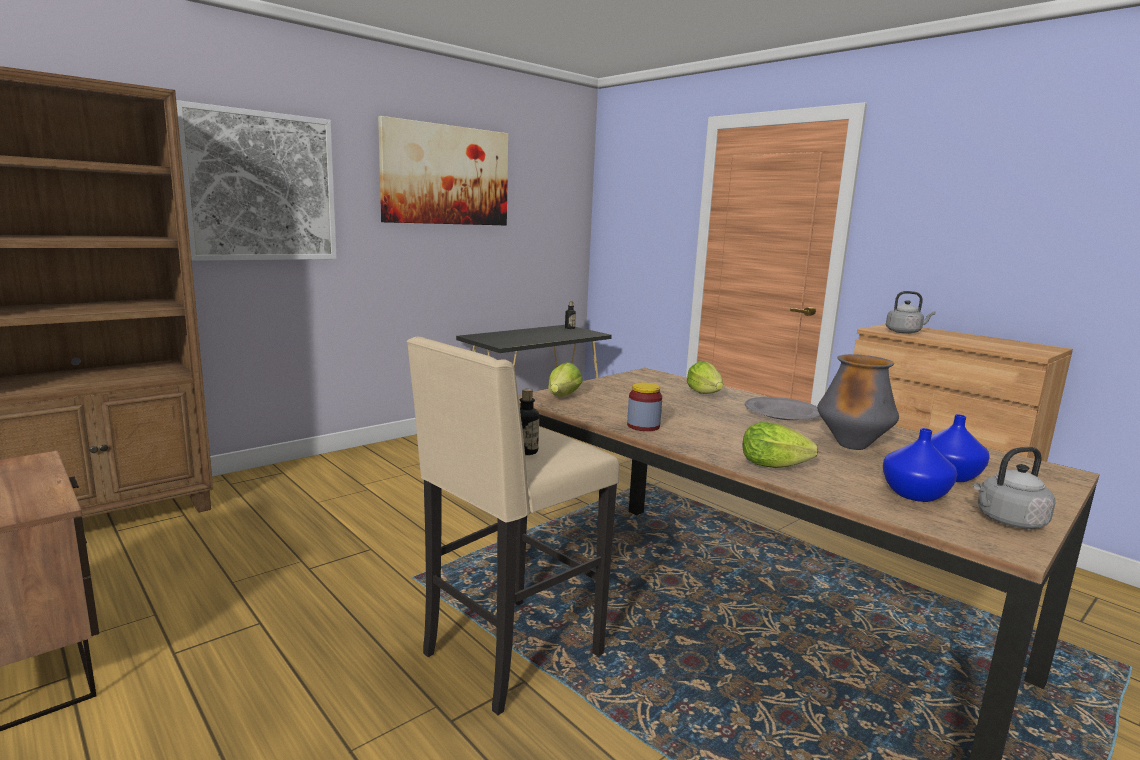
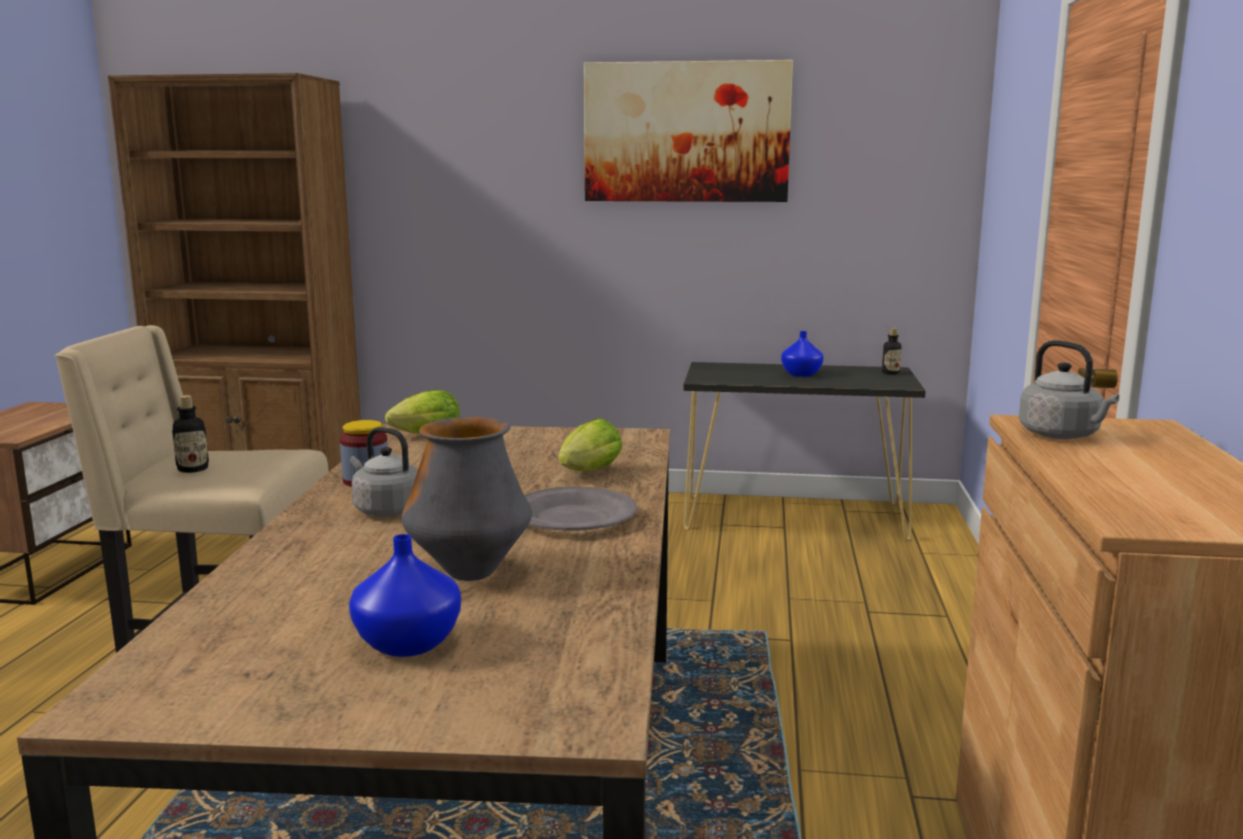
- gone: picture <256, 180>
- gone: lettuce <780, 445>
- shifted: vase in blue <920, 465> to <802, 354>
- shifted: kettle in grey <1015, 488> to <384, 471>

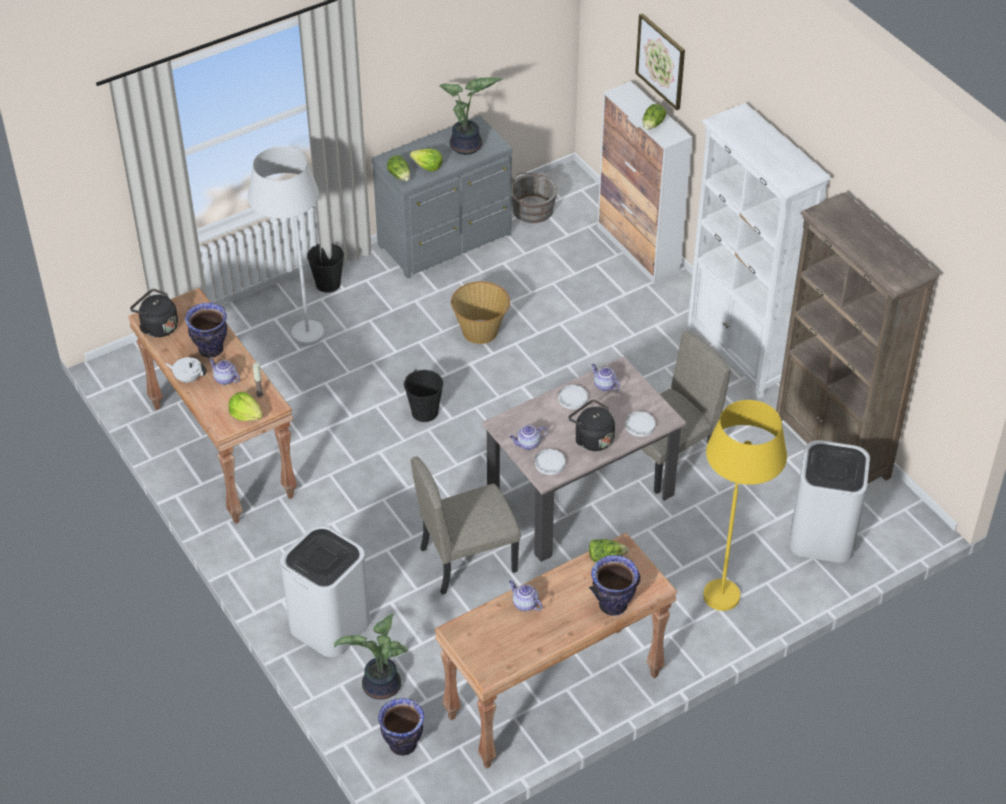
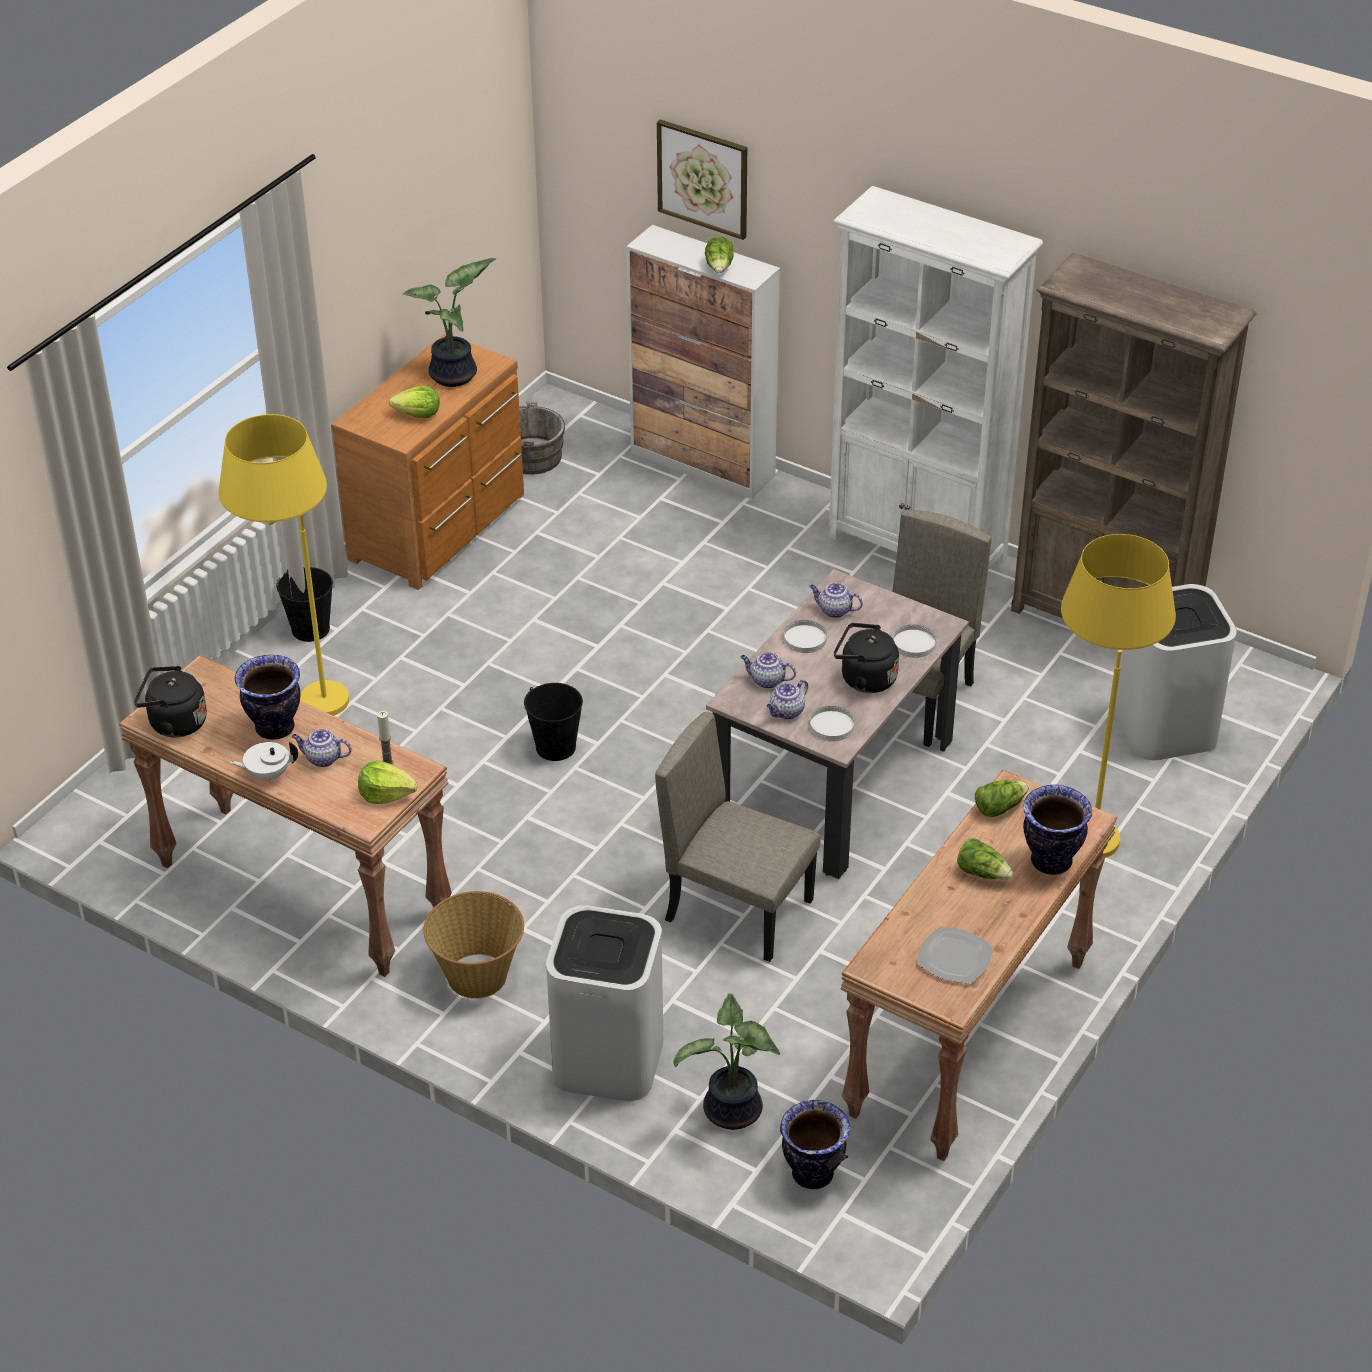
- new: plate <955, 955>
- shifted: lettuce <398, 168> to <985, 859>
- shifted: basket <480, 312> to <473, 945>
- shifted: teapot <525, 595> to <768, 670>
- repainted: floor lamp in white <286, 245> to floor lamp in yellow <284, 565>
- repainted: dresser in grey <442, 197> to dresser in brown <427, 461>
- rotated: chair in beige <466, 526> = <738, 837> 75 degrees clockwise

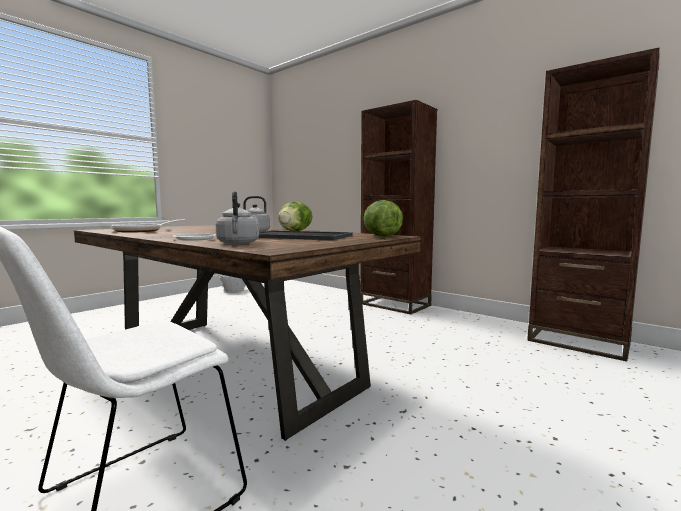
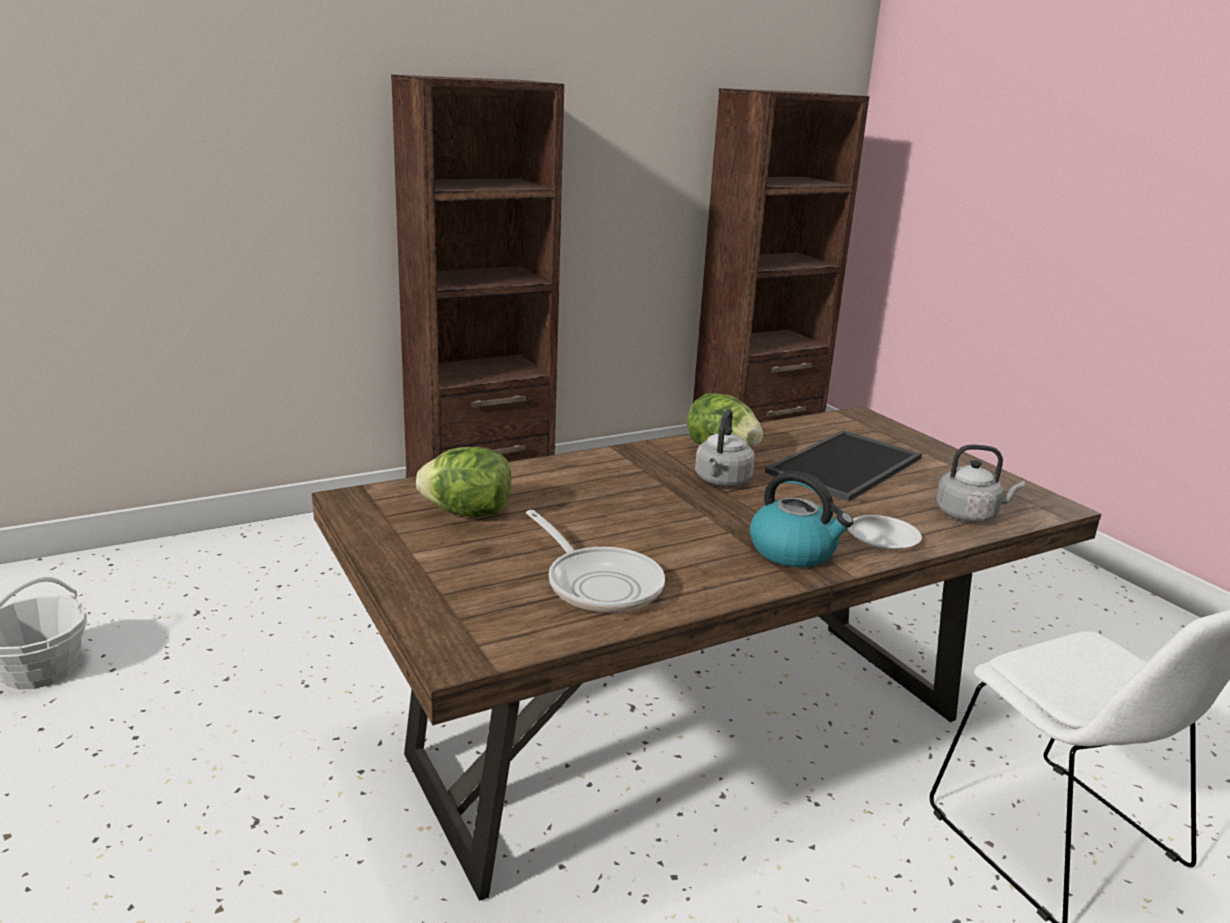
- new: kettle <801, 519>
- shifted: lettuce <383, 218> to <463, 482>

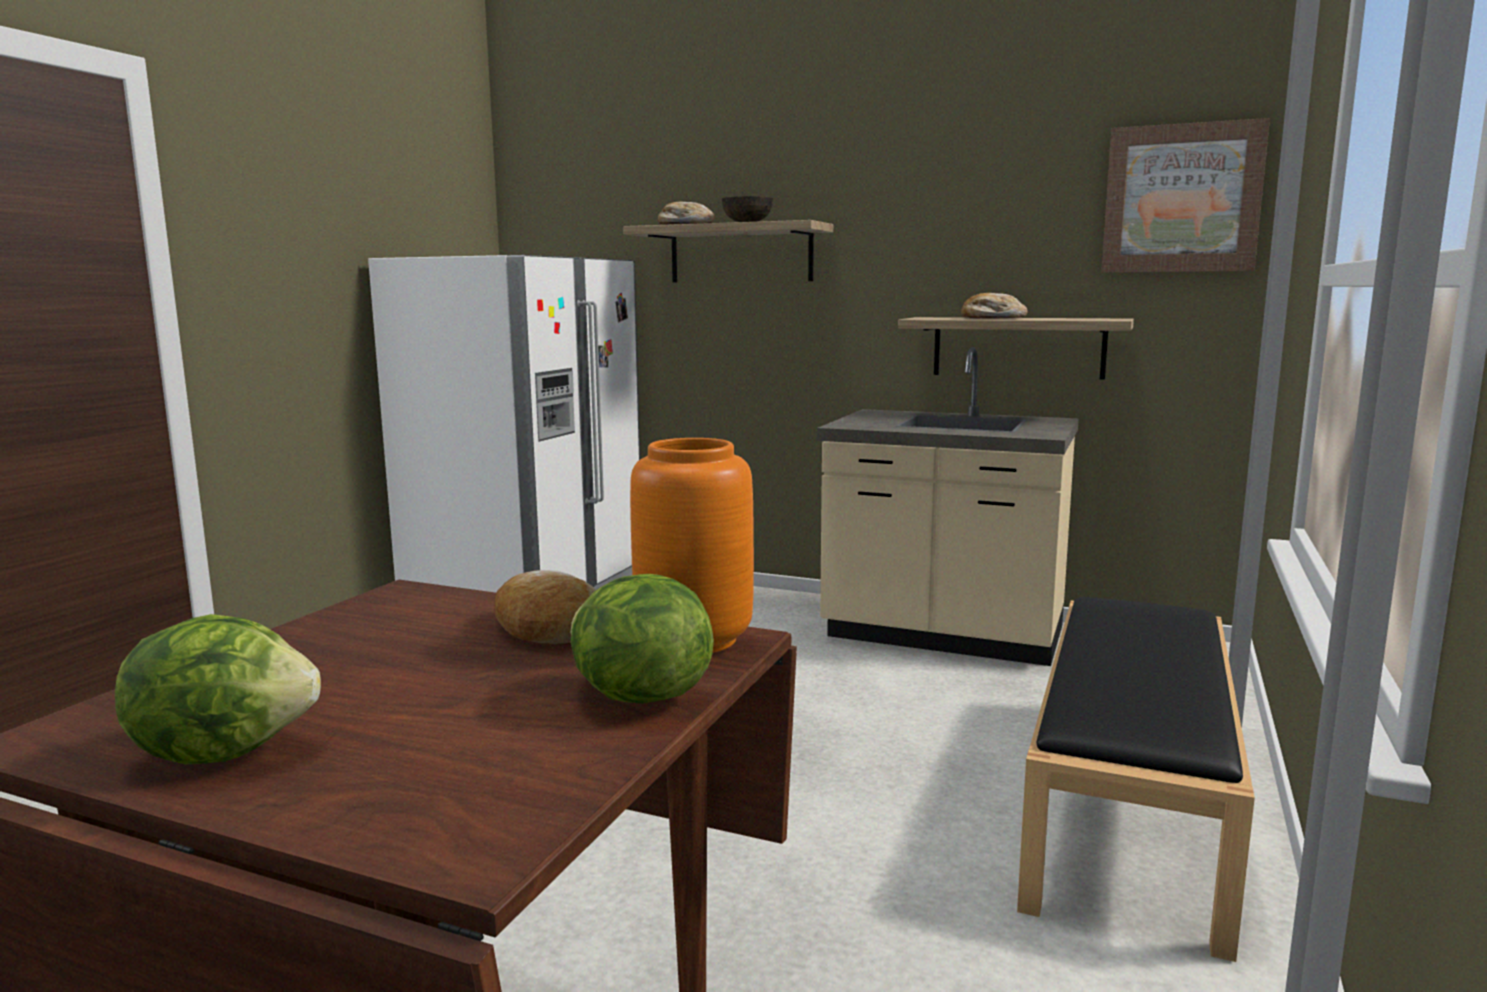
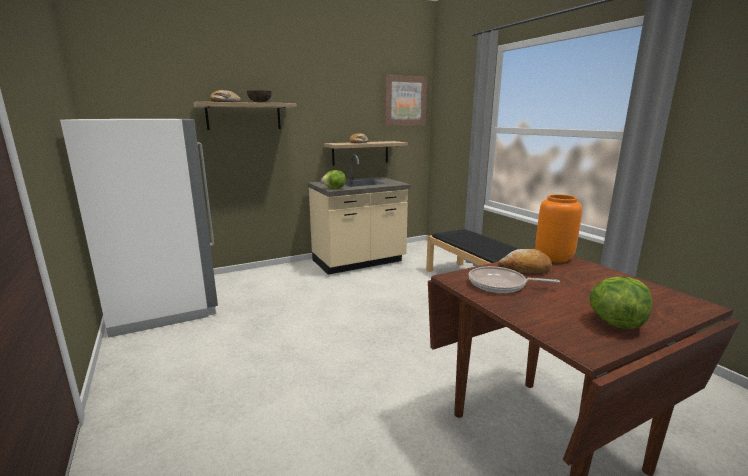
- new: frying pan <514, 279>
- shifted: lettuce <642, 639> to <333, 179>

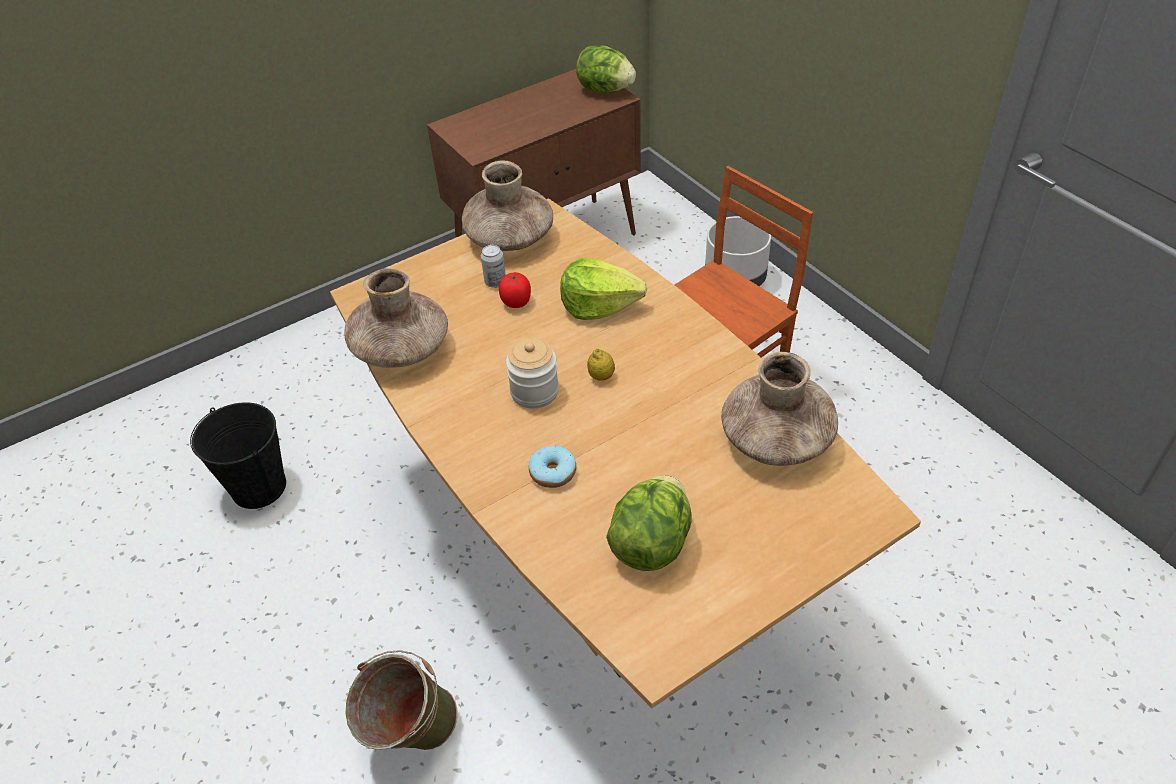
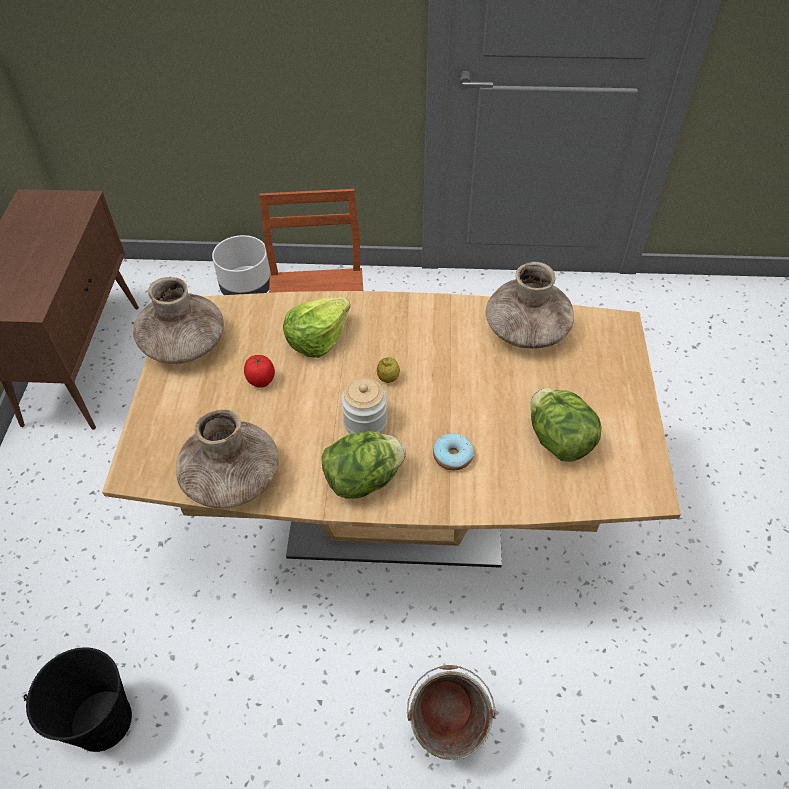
- gone: can <493, 266>
- shifted: lettuce <606, 69> to <363, 465>

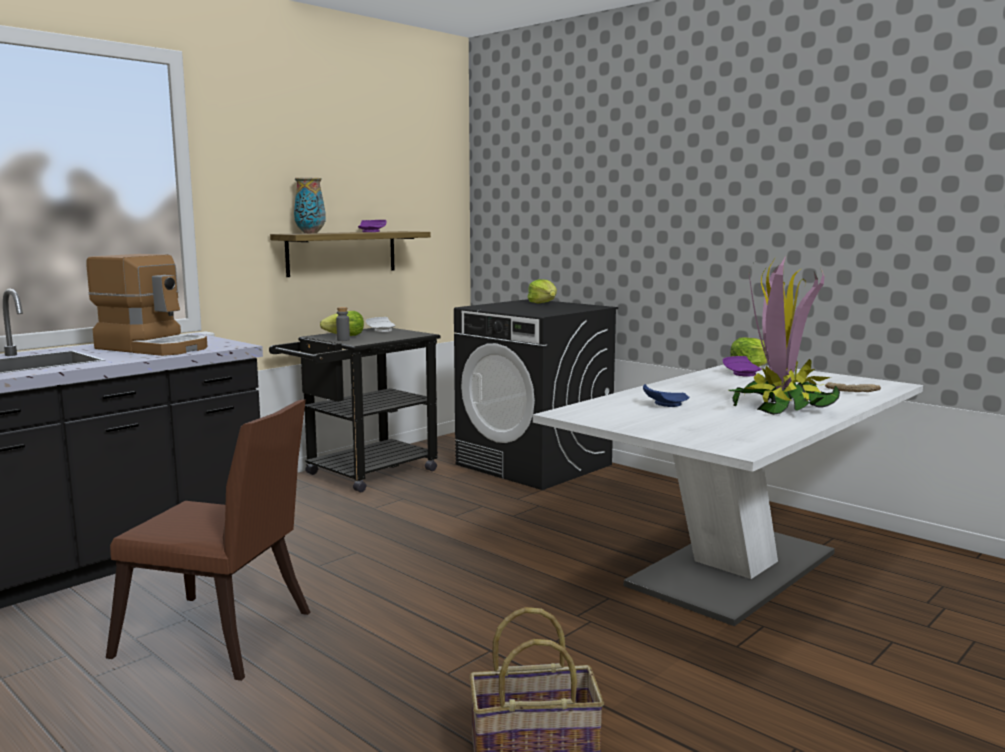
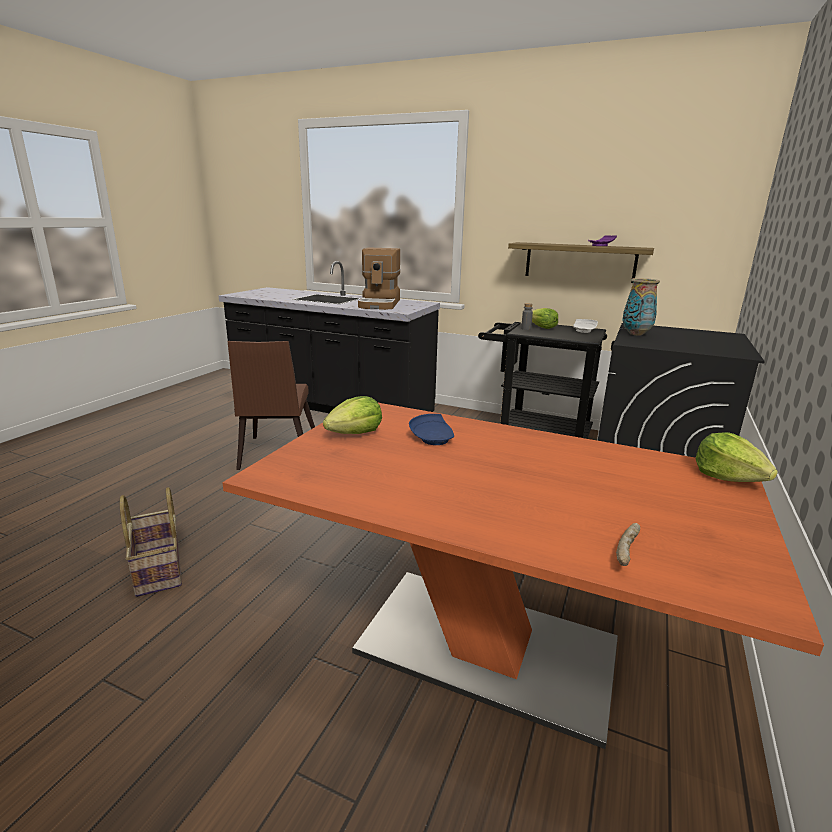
- gone: plate in purple <742, 366>
- gone: potted plant <784, 335>
- shifted: vase <310, 205> to <641, 307>
- shifted: lettuce <542, 291> to <352, 415>
- repainted: dining table in white <728, 495> to dining table in orange <523, 576>

